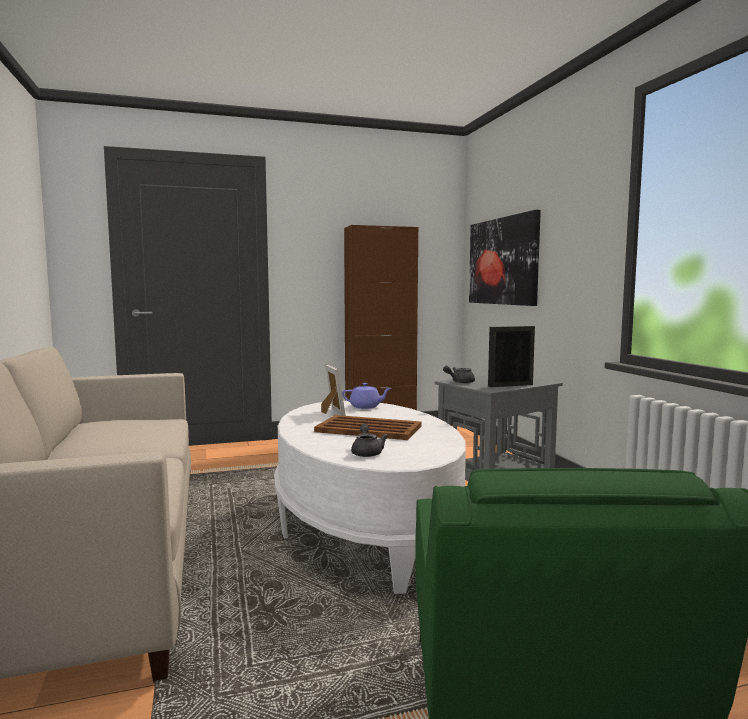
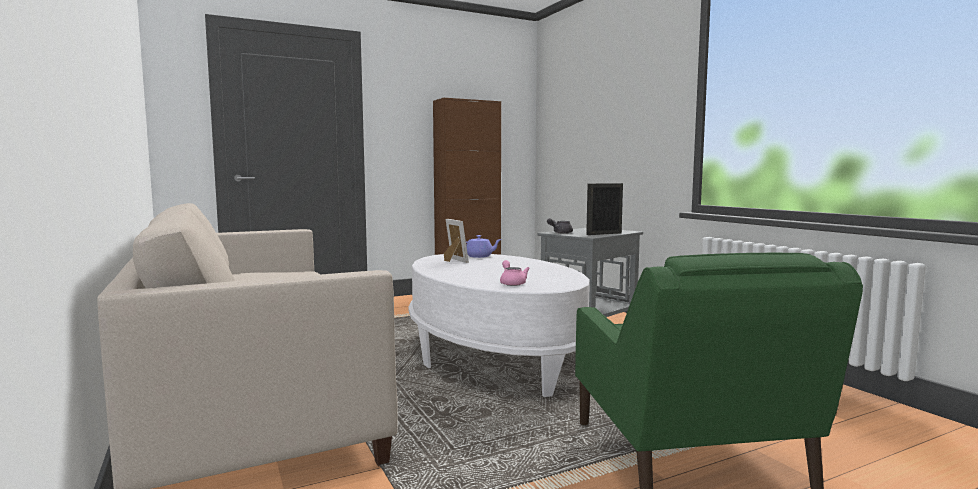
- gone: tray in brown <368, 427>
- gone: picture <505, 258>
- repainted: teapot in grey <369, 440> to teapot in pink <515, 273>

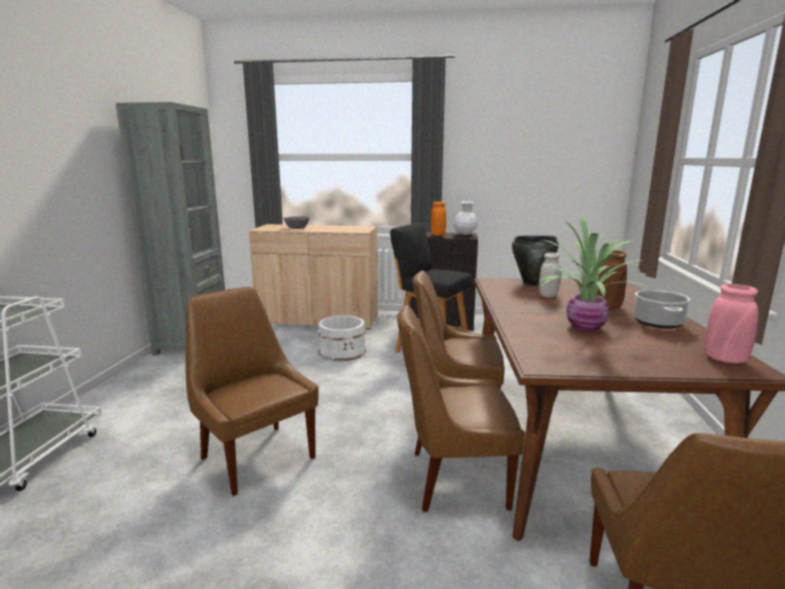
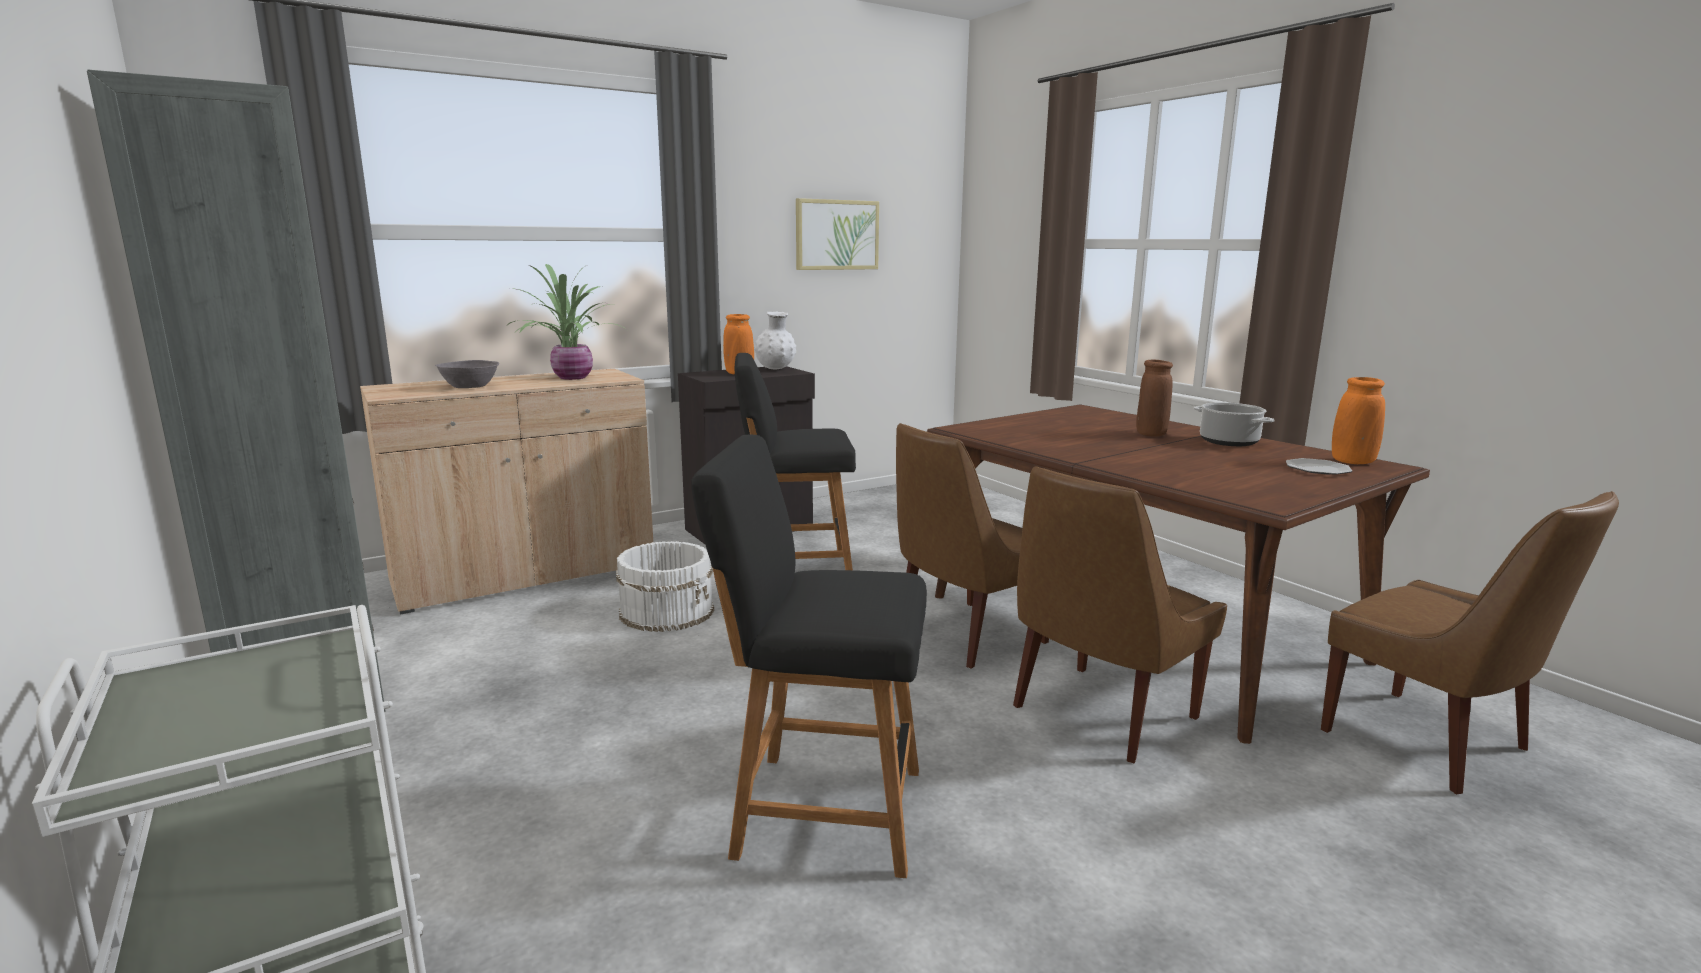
- gone: cooking pot in black <535, 260>
- gone: jar in white <550, 275>
- new: picture <837, 234>
- new: plate <1319, 466>
- shifted: potted plant <594, 274> to <567, 322>
- swapped: chair in brown <252, 391> to stool in black <809, 656>
- repainted: vase in pink <732, 324> to vase in orange <1358, 420>

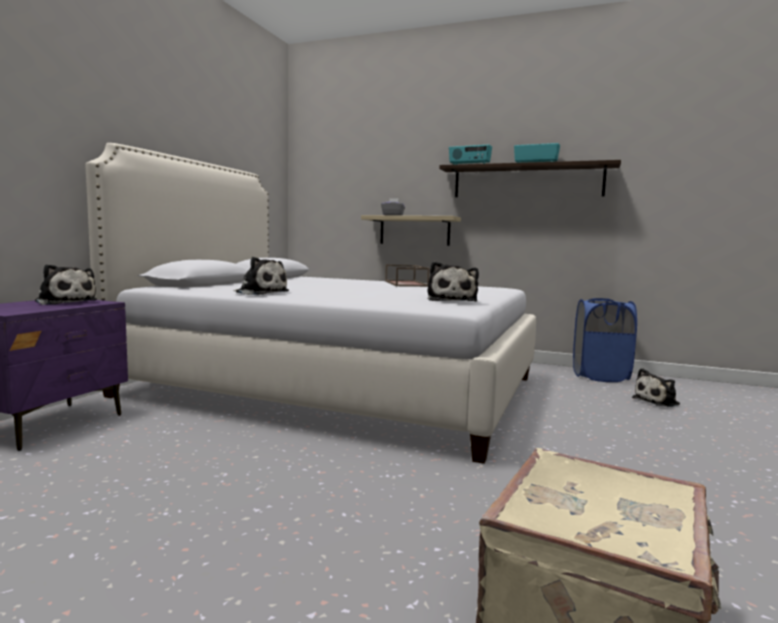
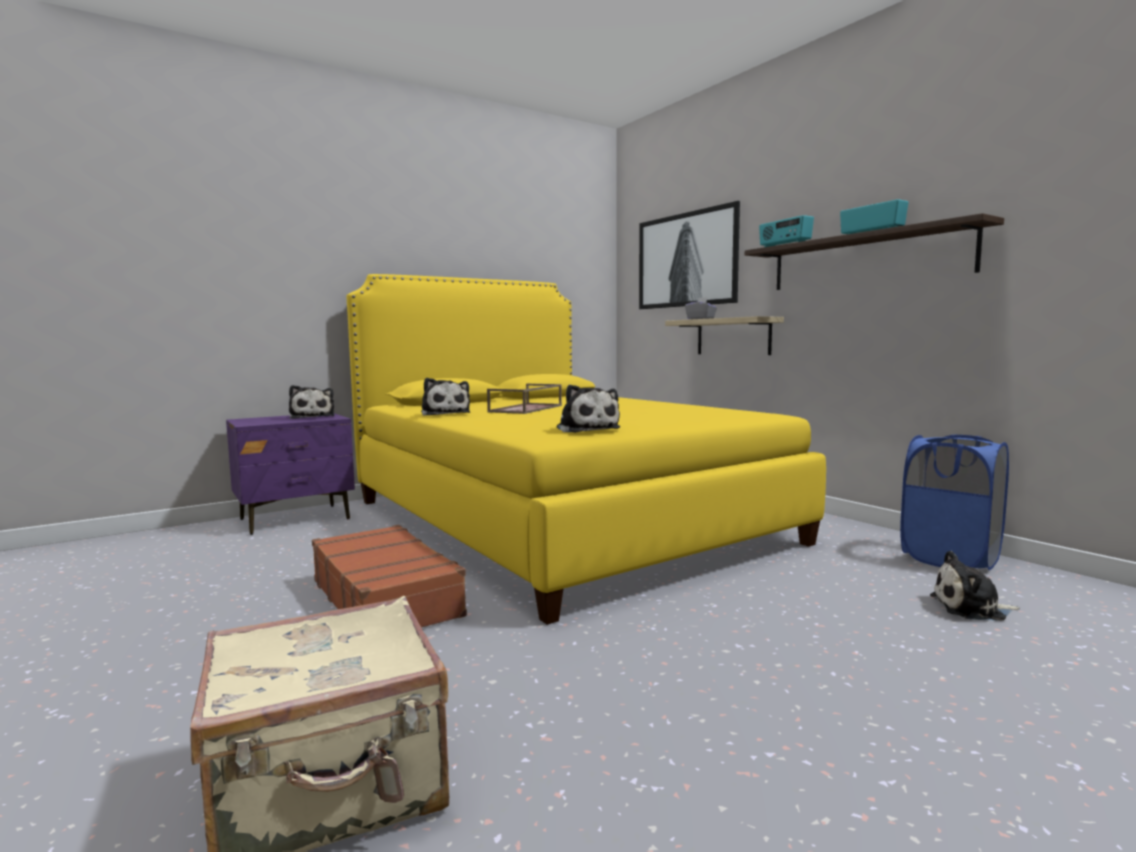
- new: suitcase in brown <389, 576>
- new: picture <689, 255>
- shifted: tray in brown <407, 275> to <524, 399>
- repainted: bed in white <311, 303> to bed in yellow <586, 449>
- rotated: plush toy <453, 281> = <588, 408> 60 degrees counterclockwise

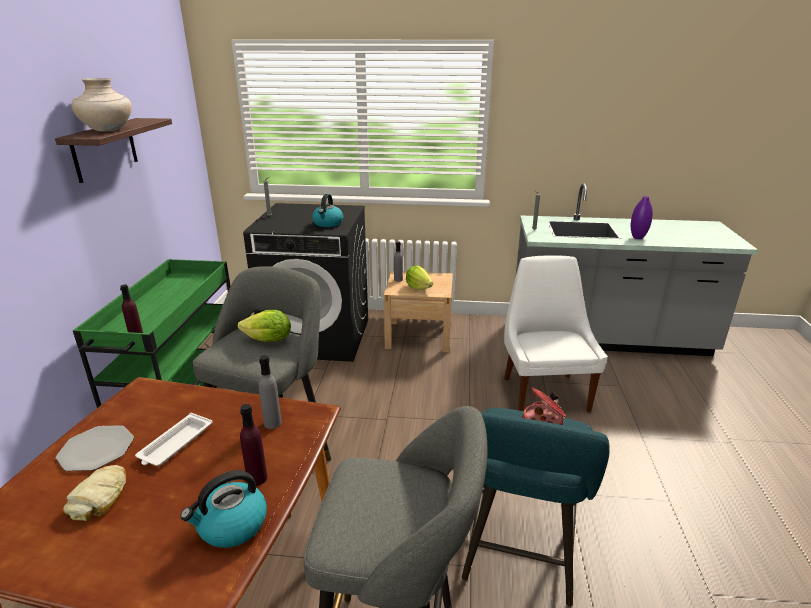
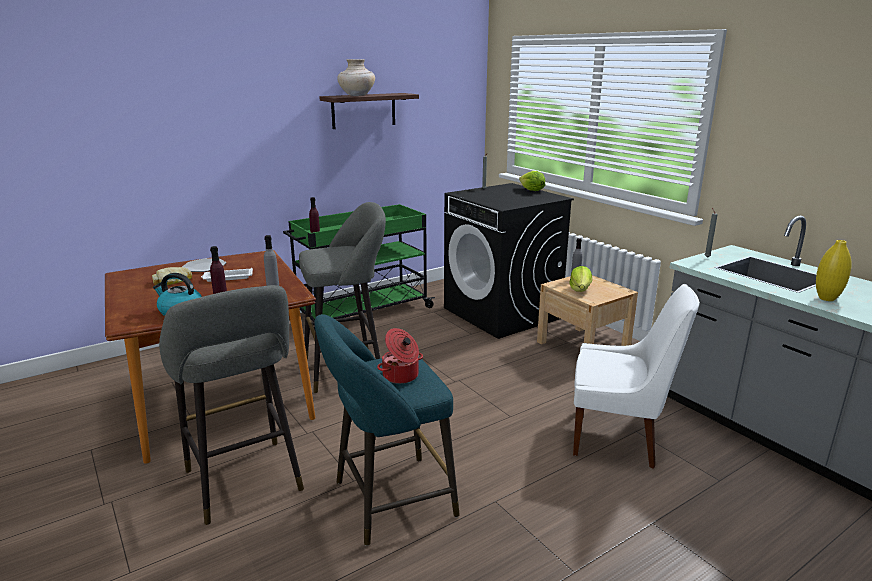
- gone: kettle <327, 210>
- shifted: lettuce <264, 326> to <532, 181>
- repainted: vase in purple <642, 217> to vase in yellow <834, 270>
- rotated: chair in white <556, 333> = <636, 376> 60 degrees clockwise

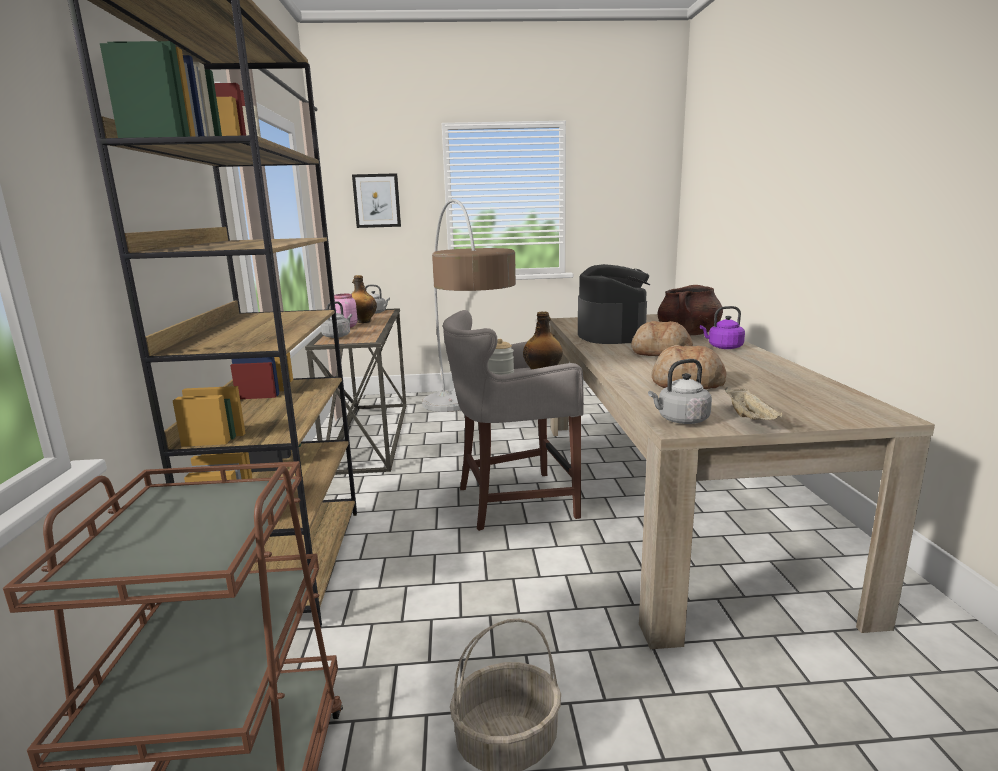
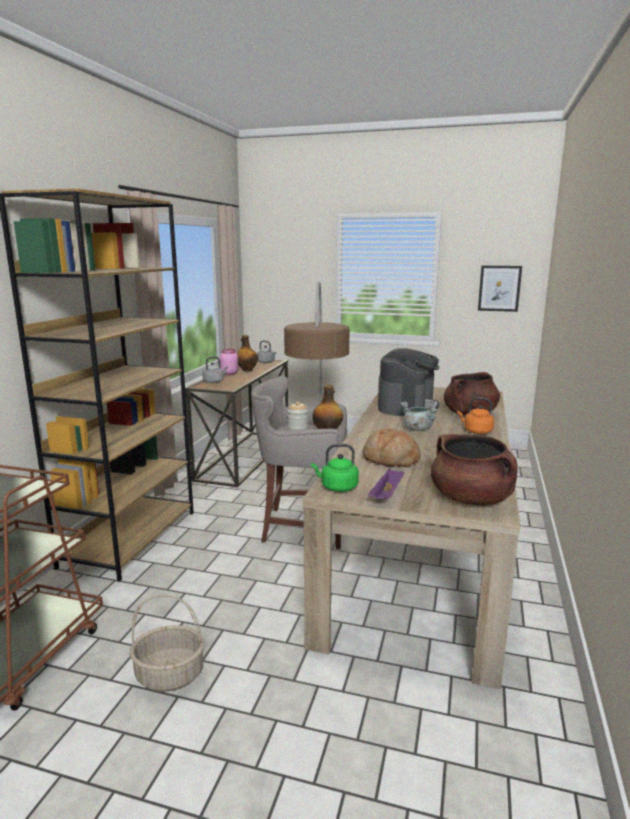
- new: cooking pot in brown <474, 470>
- shifted: picture <376, 200> to <500, 289>
- swapped: bread <662, 338> to cooking pot in grey <420, 416>
- repainted: kettle in grey <680, 391> to kettle in green <335, 468>
- repainted: kettle in purple <722, 327> to kettle in orange <475, 415>
- repainted: tray in beige <753, 403> to tray in purple <386, 483>

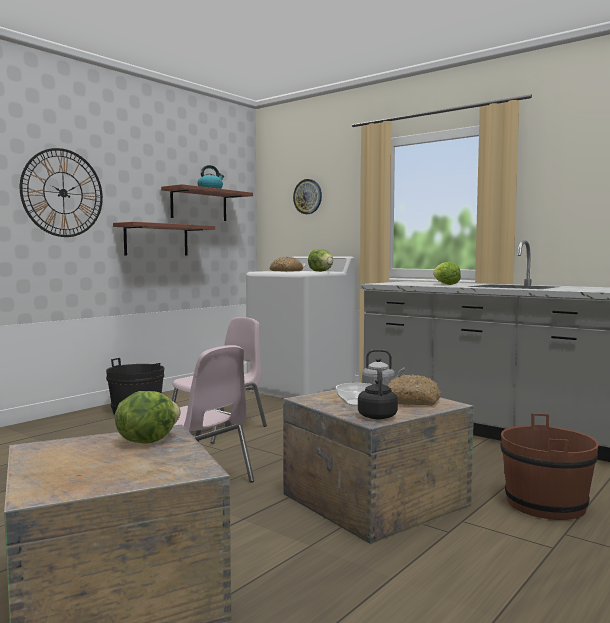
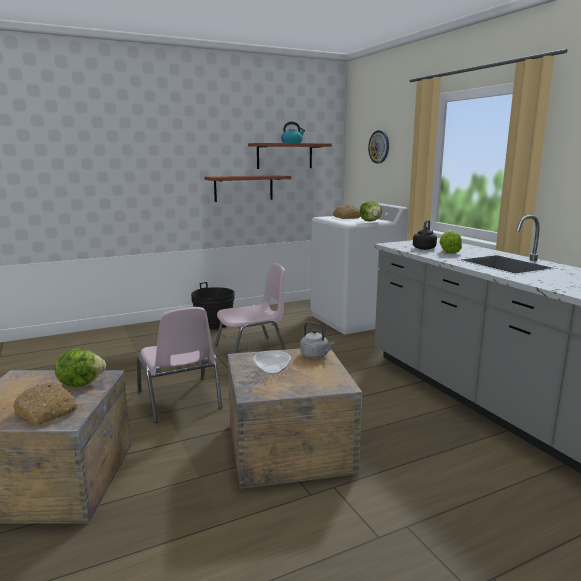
- gone: wall clock <61, 192>
- gone: bucket in brown <549, 467>
- shifted: kettle in black <378, 393> to <425, 235>
- shifted: bread <414, 390> to <45, 404>

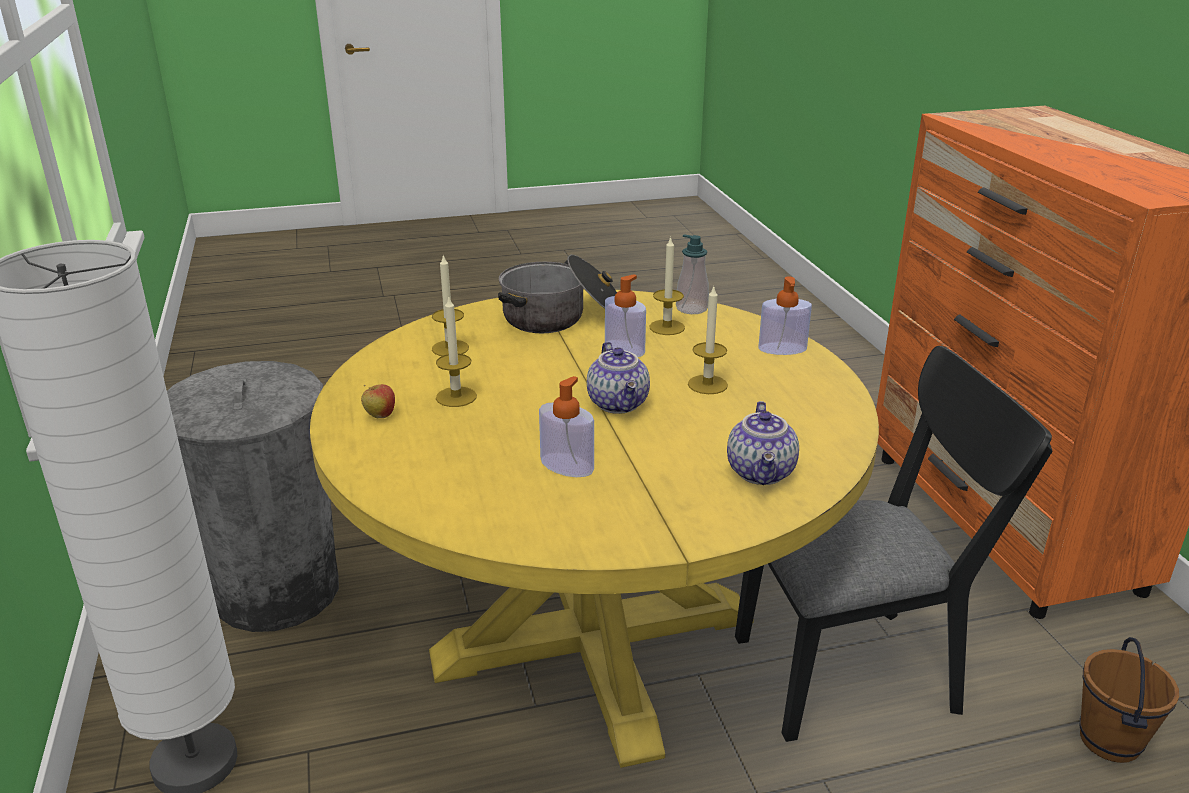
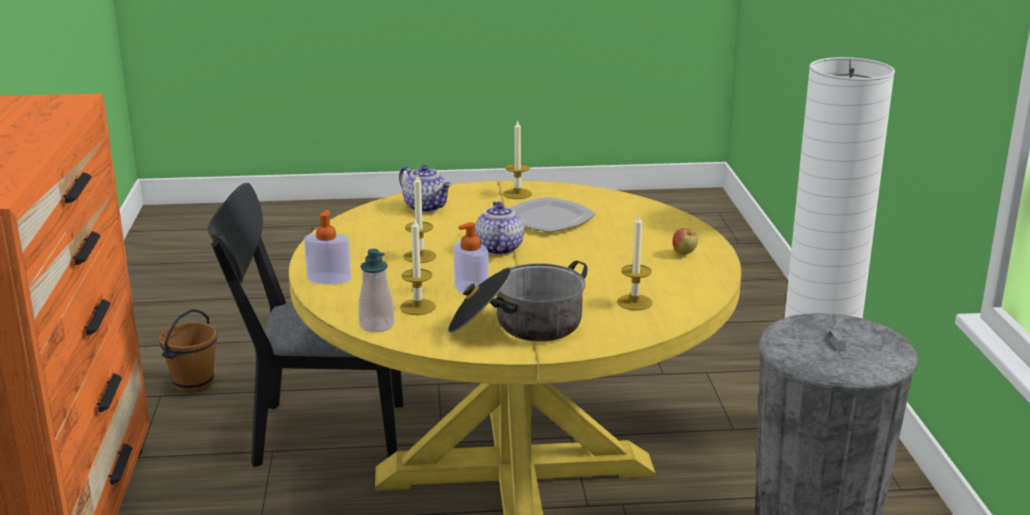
- shifted: candle <456, 351> to <517, 159>
- swapped: soap dispenser <566, 426> to plate <553, 214>
- rotated: teapot <763, 443> = <425, 189> 120 degrees clockwise

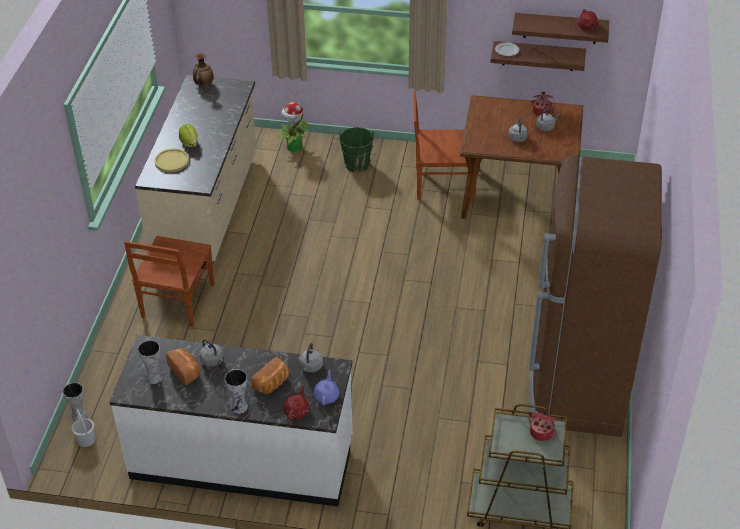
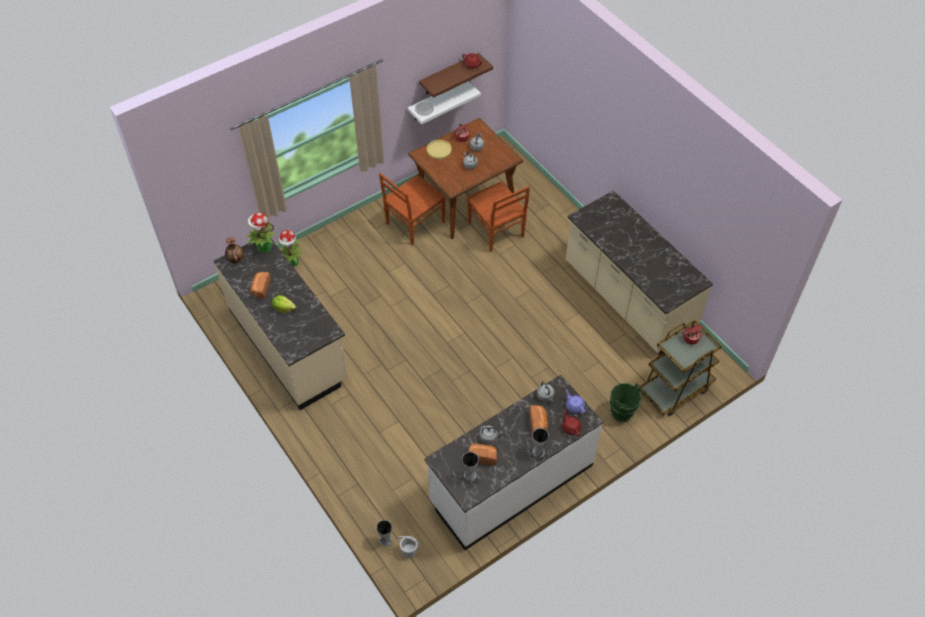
- new: potted plant <260, 232>
- new: bread <260, 285>
- shifted: chair in brown <169, 281> to <498, 216>
- shifted: plate in yellow <171, 160> to <439, 149>
- shifted: bucket in green <356, 150> to <626, 402>
- swapped: fridge in brown <595, 295> to counter in beige <639, 272>
- repainted: shelf in brown <538, 56> to shelf in white <444, 102>

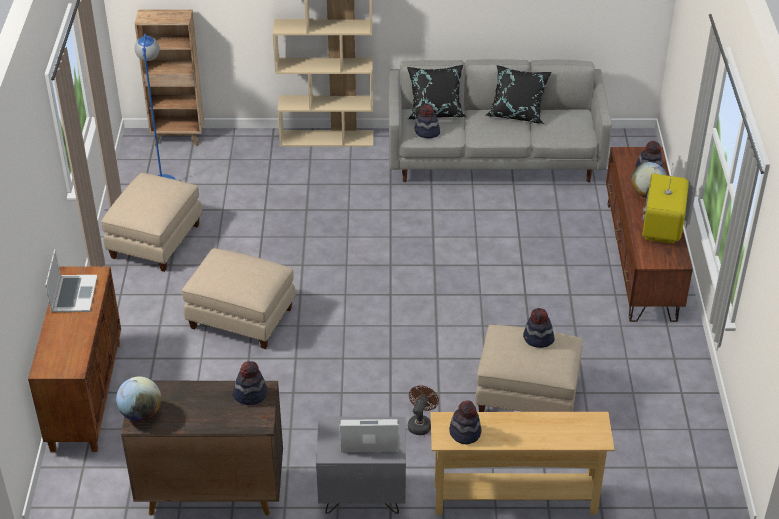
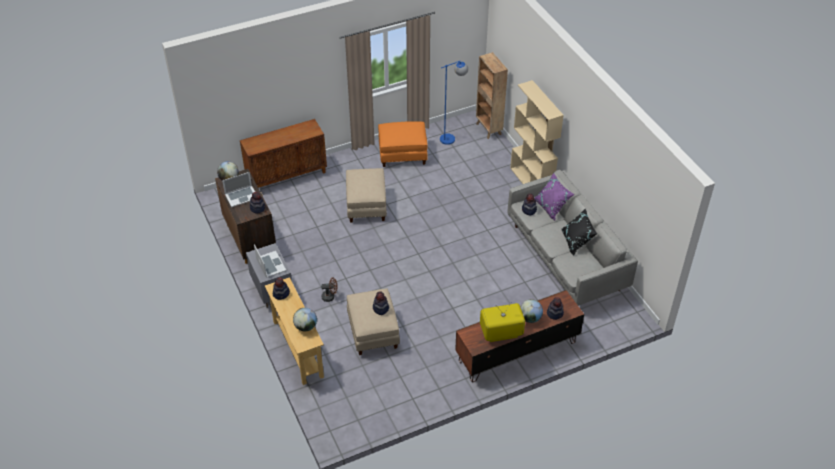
- new: globe <305, 320>
- shifted: laptop <71, 281> to <238, 189>
- repainted: ottoman in beige <151, 222> to ottoman in orange <403, 144>
- repainted: pillow in black <436, 92> to pillow in purple <554, 196>

